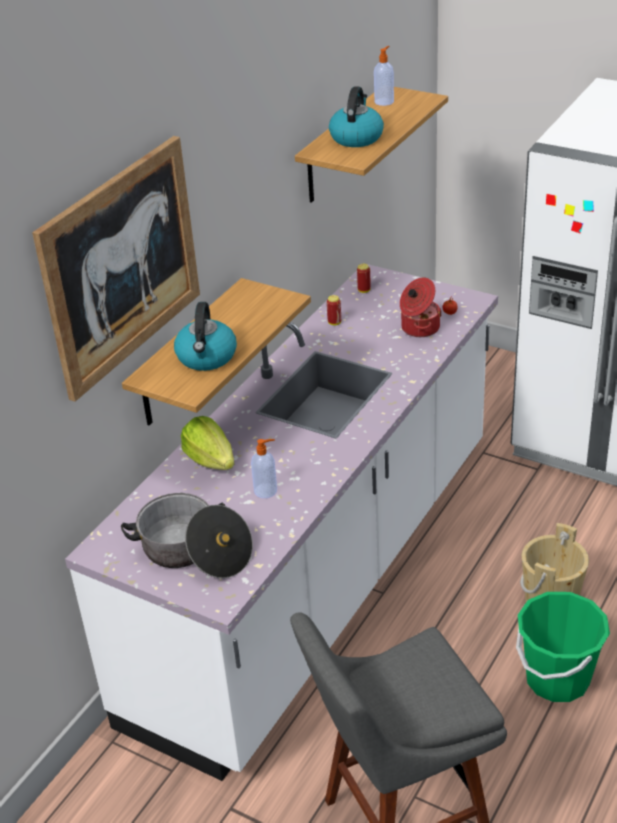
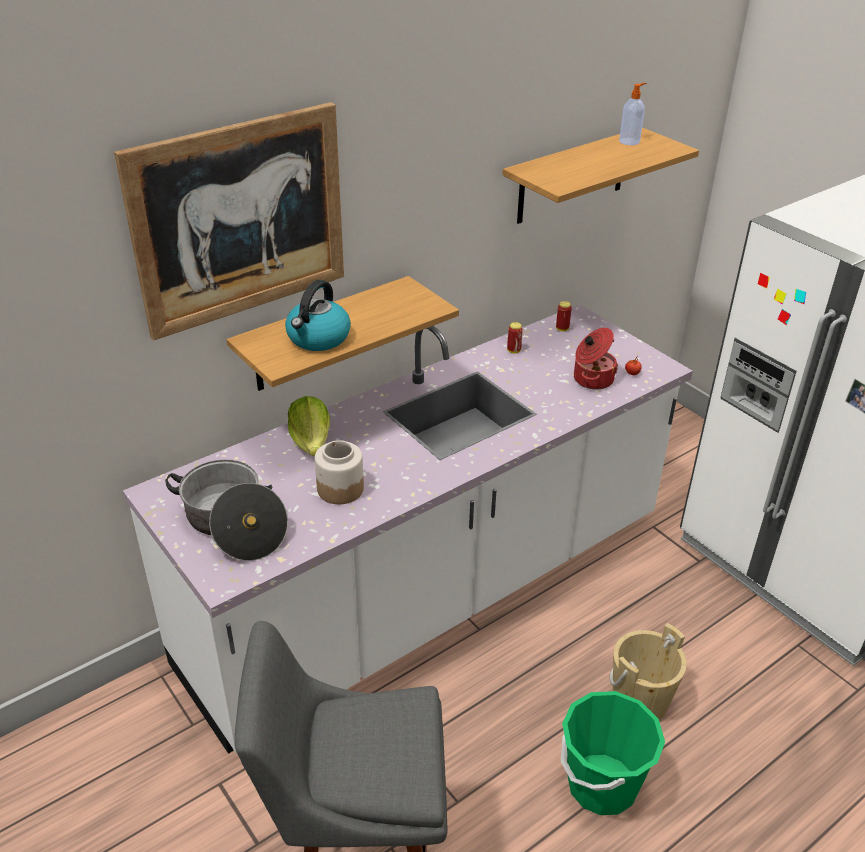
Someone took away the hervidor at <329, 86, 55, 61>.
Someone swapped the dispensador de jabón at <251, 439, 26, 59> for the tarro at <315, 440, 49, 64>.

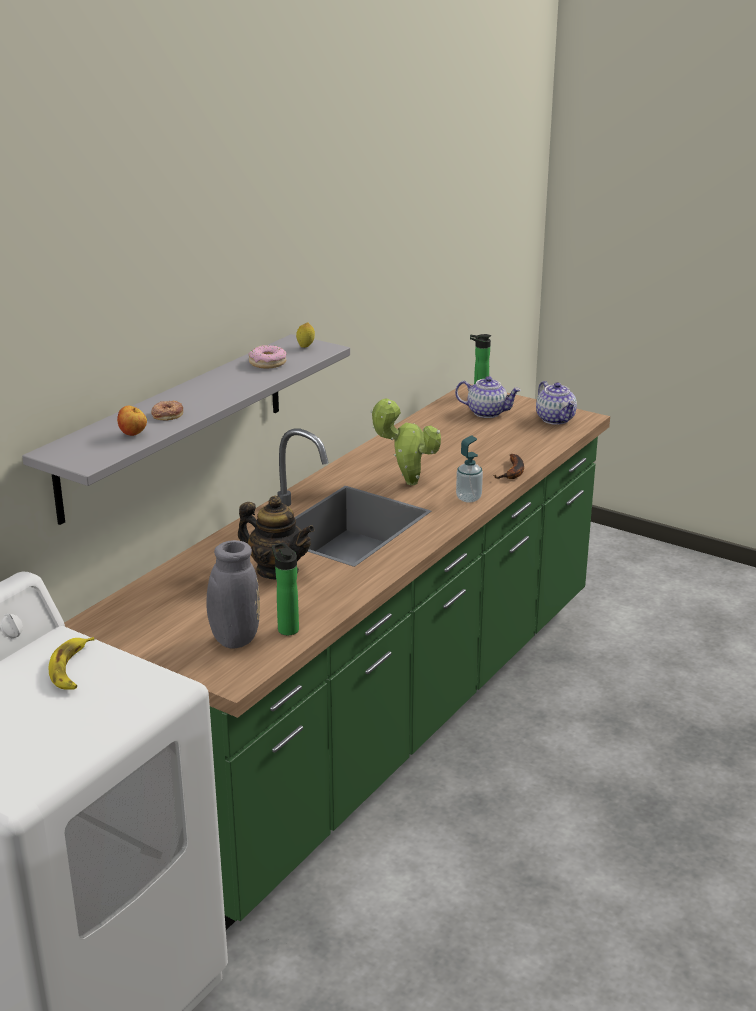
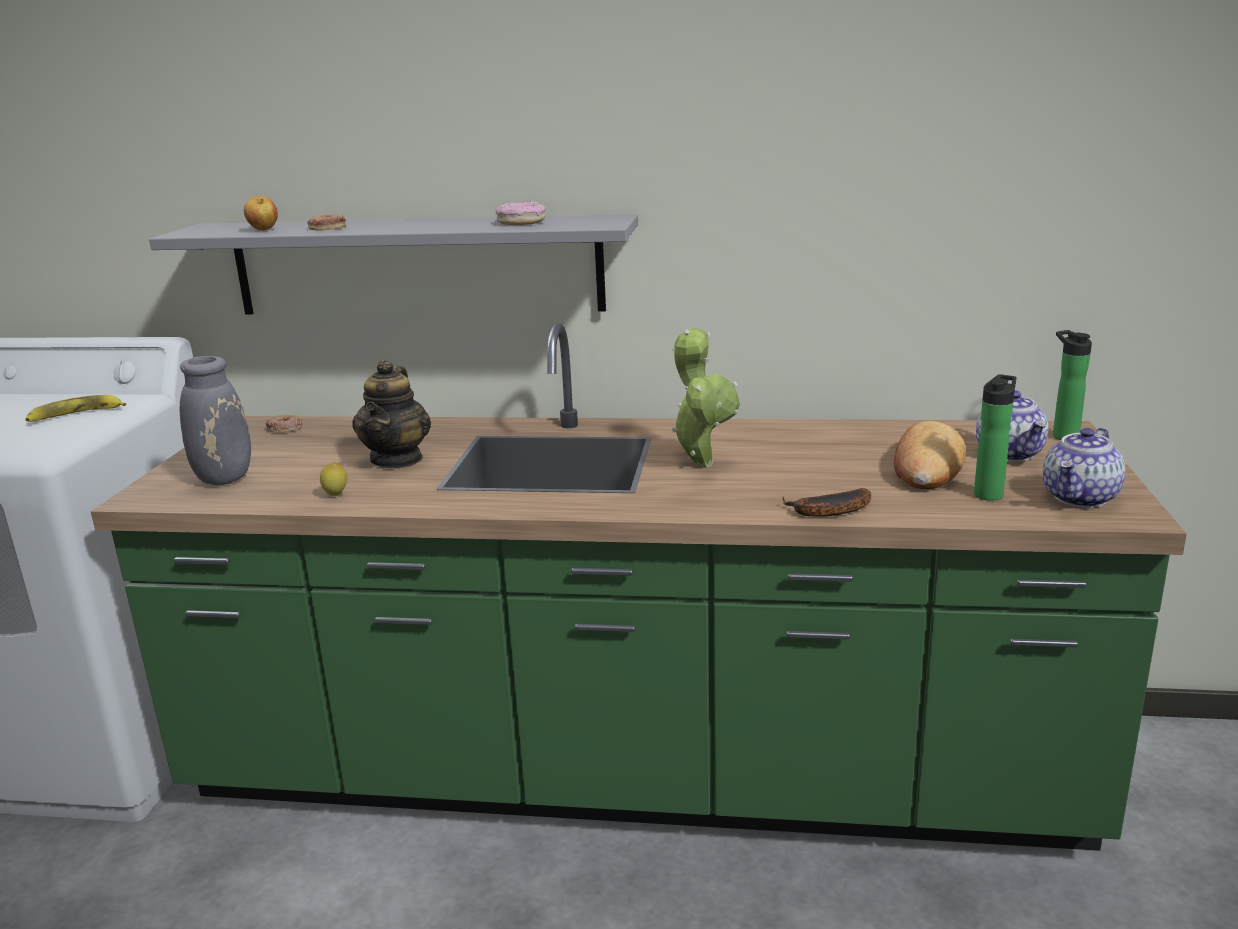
Someone carried the limón from <296, 322, 19, 26> to <320, 462, 27, 34>.
Someone took away the dispensador de jabón at <456, 435, 27, 68>.
Someone carried the botella from <272, 543, 27, 92> to <974, 374, 43, 127>.
Someone put down the rosquilla at <265, 415, 37, 18>.
Someone put down the pan at <894, 421, 72, 68>.

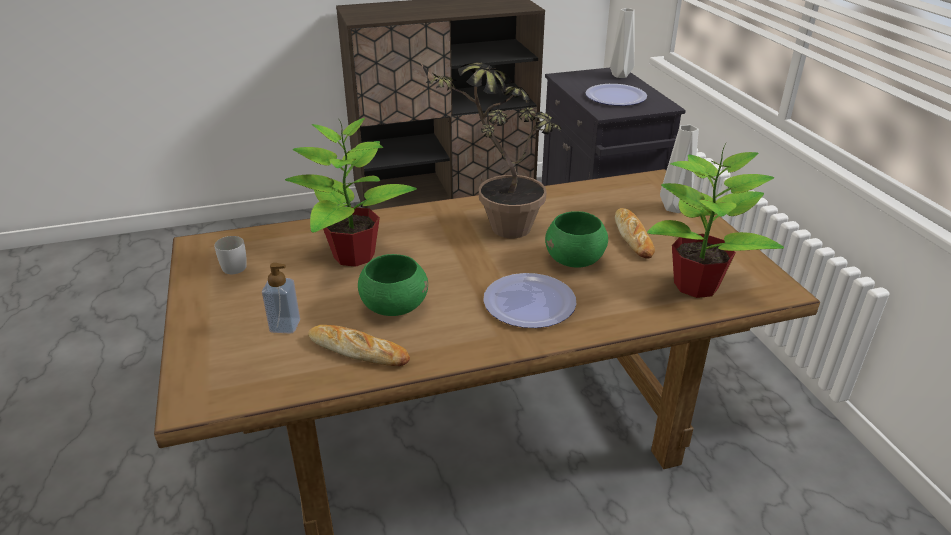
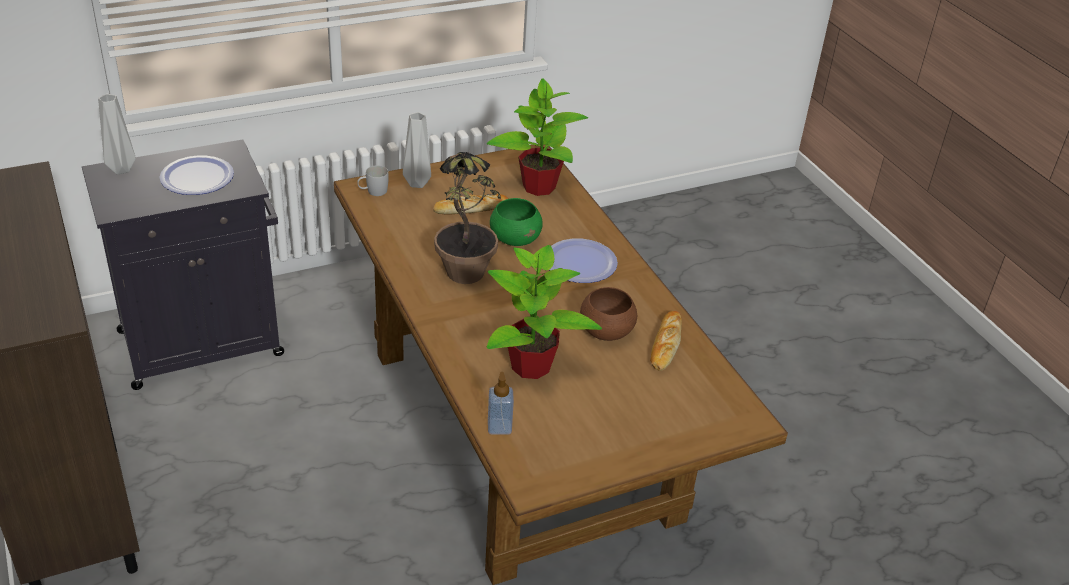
Someone carried the taza grande/blanco from <214, 236, 33, 38> to <357, 165, 32, 31>.
Someone repainted the cuenco/verde at <358, 254, 70, 62>, which became the cuenco/marrón at <580, 287, 57, 54>.
Someone carried the dispensador de jabón from <262, 263, 38, 71> to <488, 372, 26, 63>.

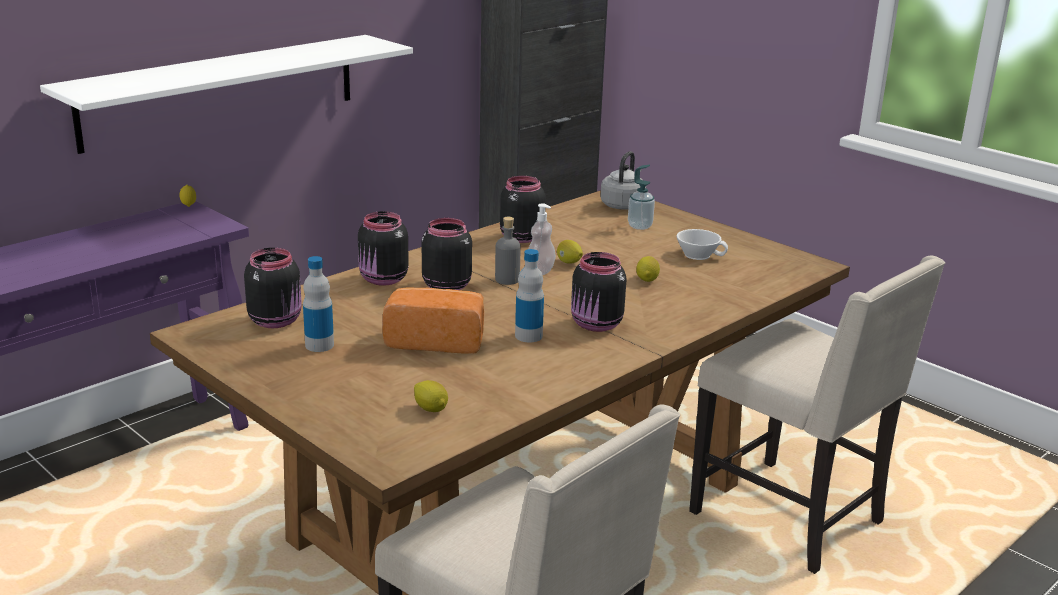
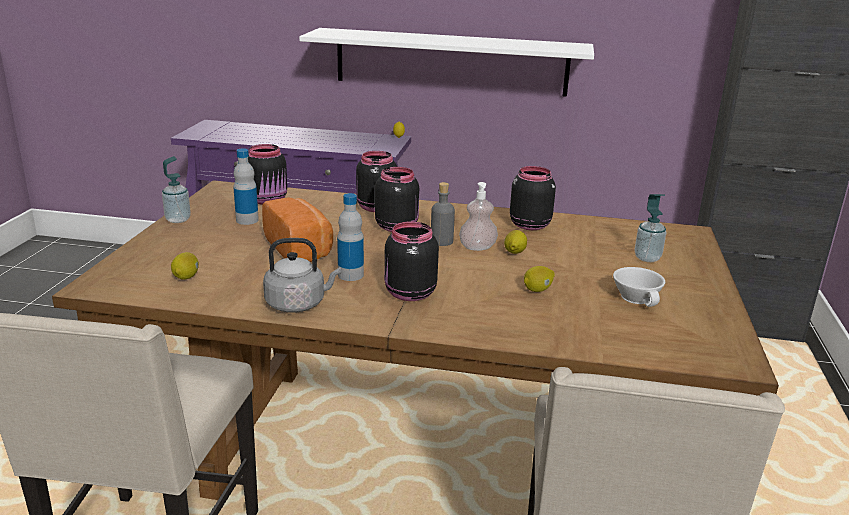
Someone carried the hervidor/gris from <600, 151, 46, 59> to <263, 238, 78, 75>.
Someone put down the dispensador de jabón at <162, 156, 29, 67>.

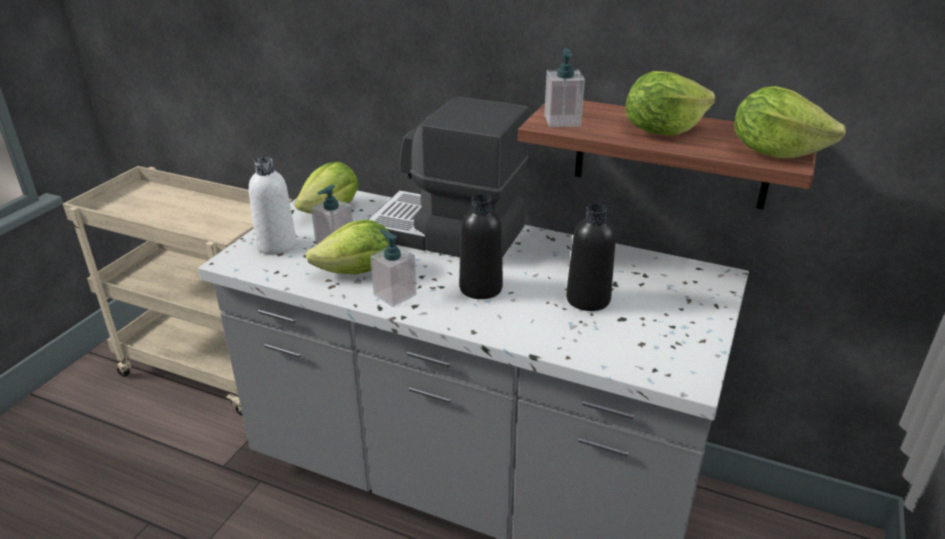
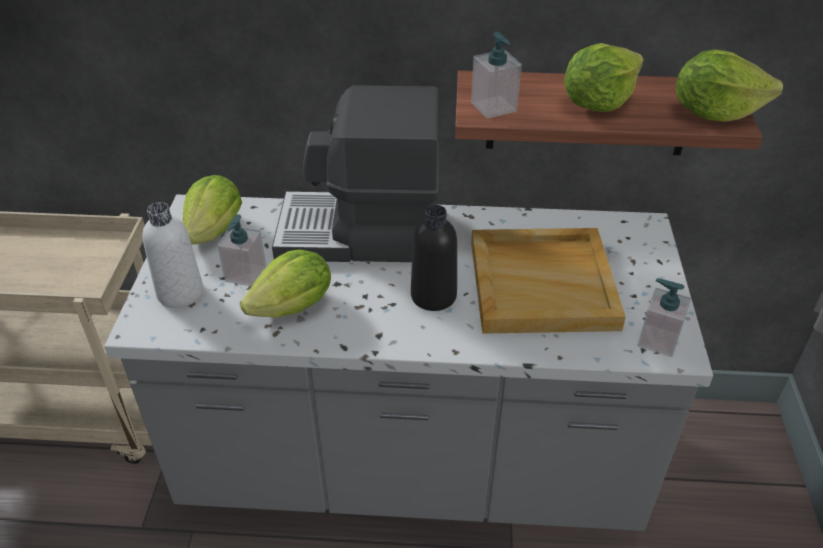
Someone swapped the botella/negro at <566, 203, 49, 108> for the bandeja/beis at <471, 228, 155, 106>.
Someone carried the dispensador de jabón from <370, 229, 47, 78> to <638, 278, 53, 79>.

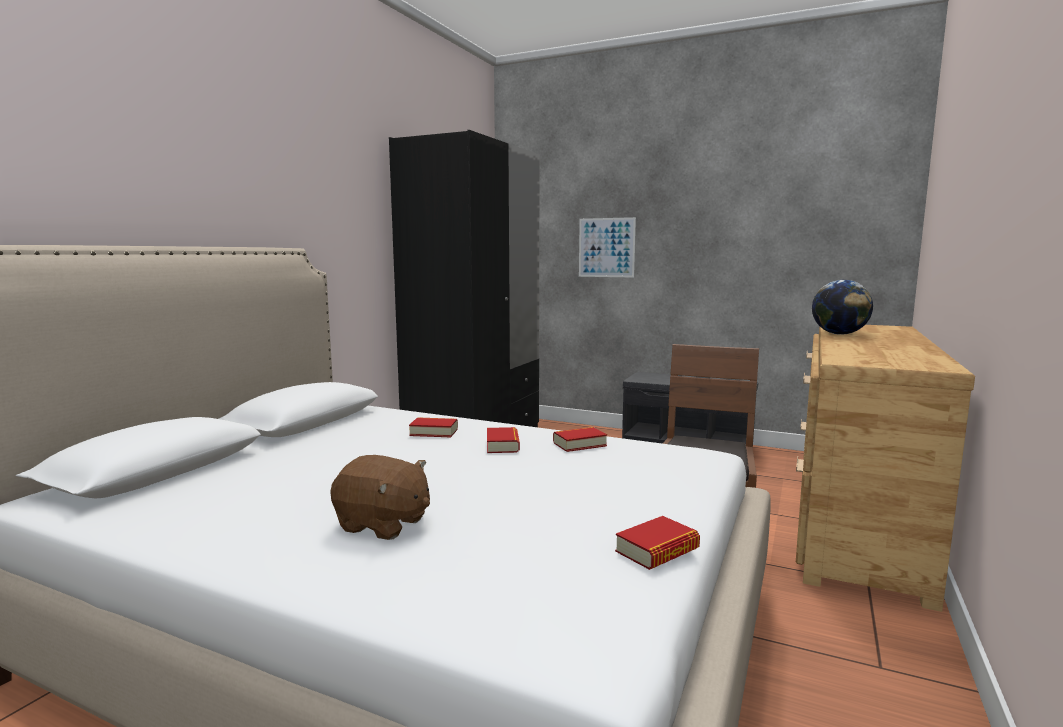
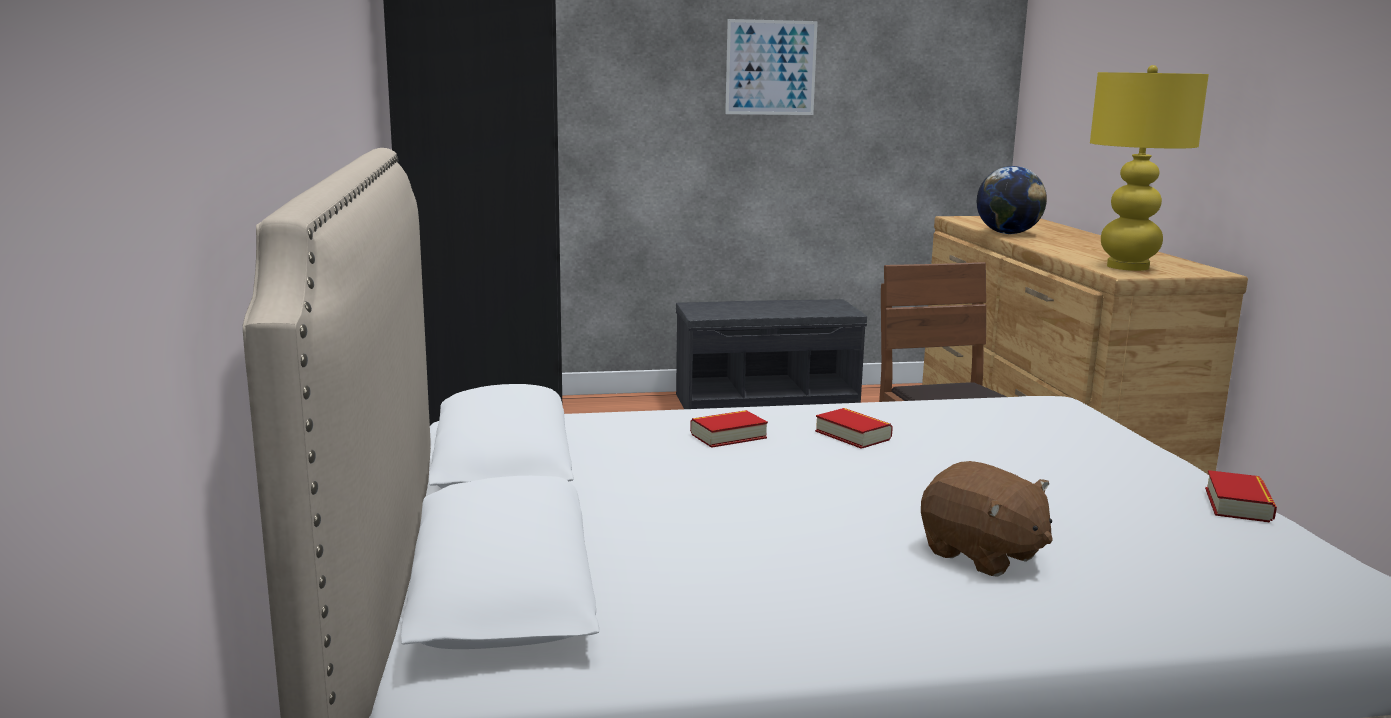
Someone carried the cuadro from <579, 217, 57, 61> to <725, 19, 93, 96>.
Someone took away the libro at <553, 427, 54, 25>.
Someone rotated the peluche/marrón at <330, 455, 100, 85> by 60 degrees clockwise.
Someone put down the lámpara de mesa/amarillo at <1090, 65, 119, 206>.

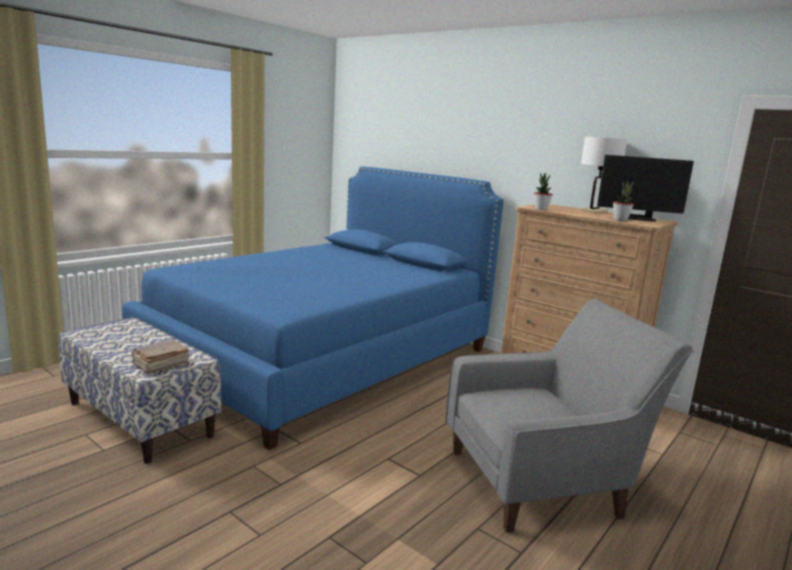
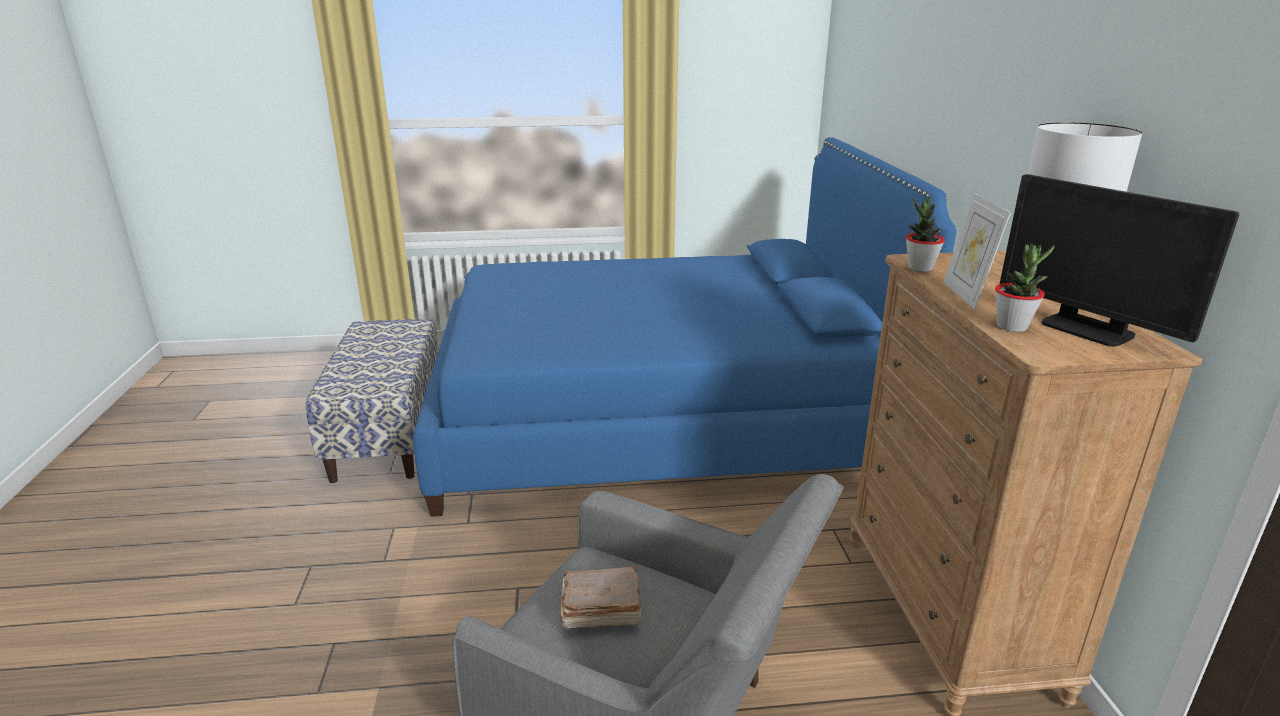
Someone carried the libro/marrón from <132, 340, 57, 34> to <560, 567, 81, 62>.
Someone put down the portarretratos at <943, 193, 68, 116>.

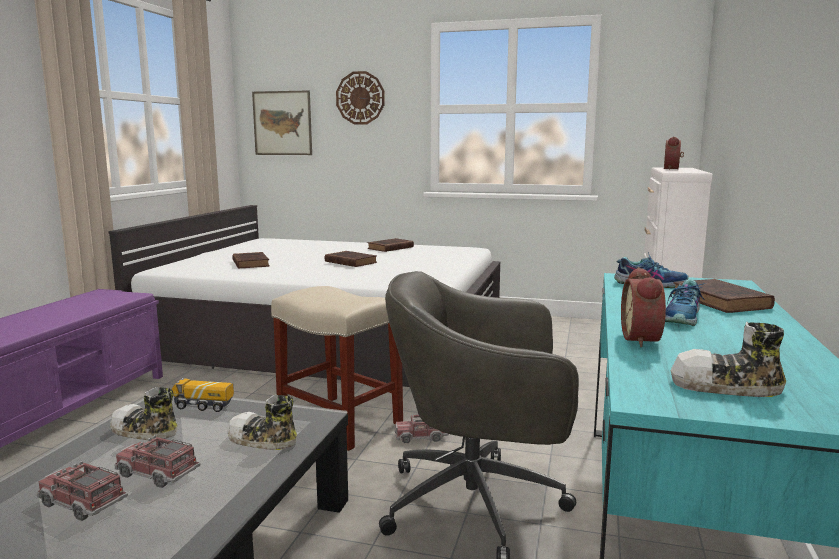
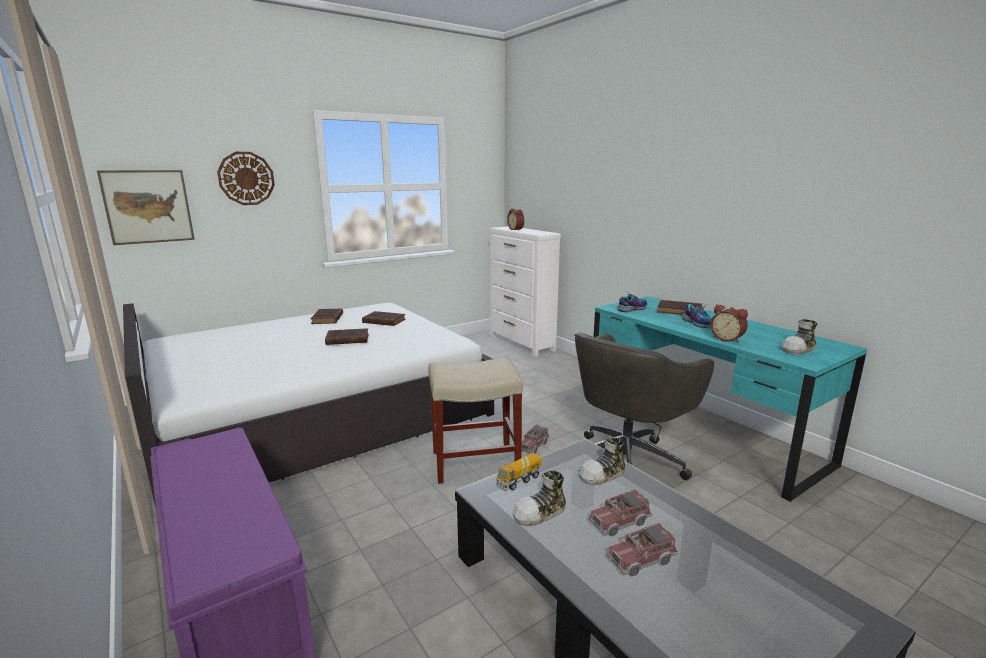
Someone carried the libro/marrón from <232, 252, 38, 17> to <362, 311, 43, 15>.

